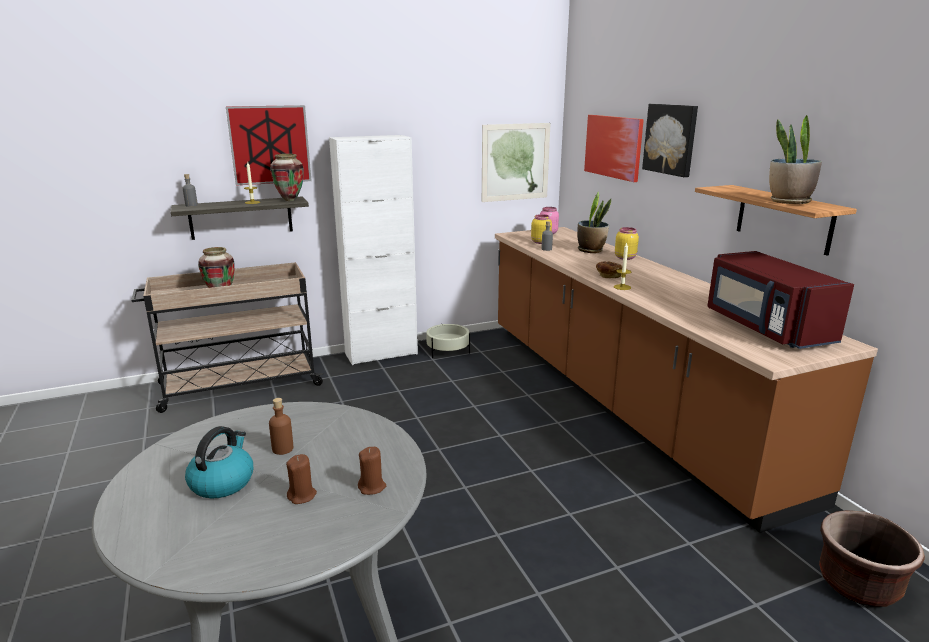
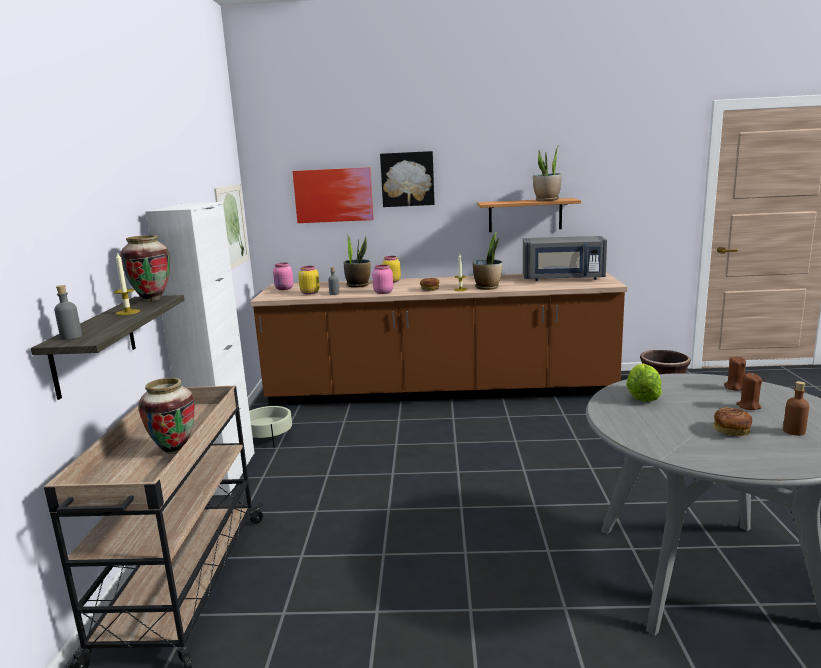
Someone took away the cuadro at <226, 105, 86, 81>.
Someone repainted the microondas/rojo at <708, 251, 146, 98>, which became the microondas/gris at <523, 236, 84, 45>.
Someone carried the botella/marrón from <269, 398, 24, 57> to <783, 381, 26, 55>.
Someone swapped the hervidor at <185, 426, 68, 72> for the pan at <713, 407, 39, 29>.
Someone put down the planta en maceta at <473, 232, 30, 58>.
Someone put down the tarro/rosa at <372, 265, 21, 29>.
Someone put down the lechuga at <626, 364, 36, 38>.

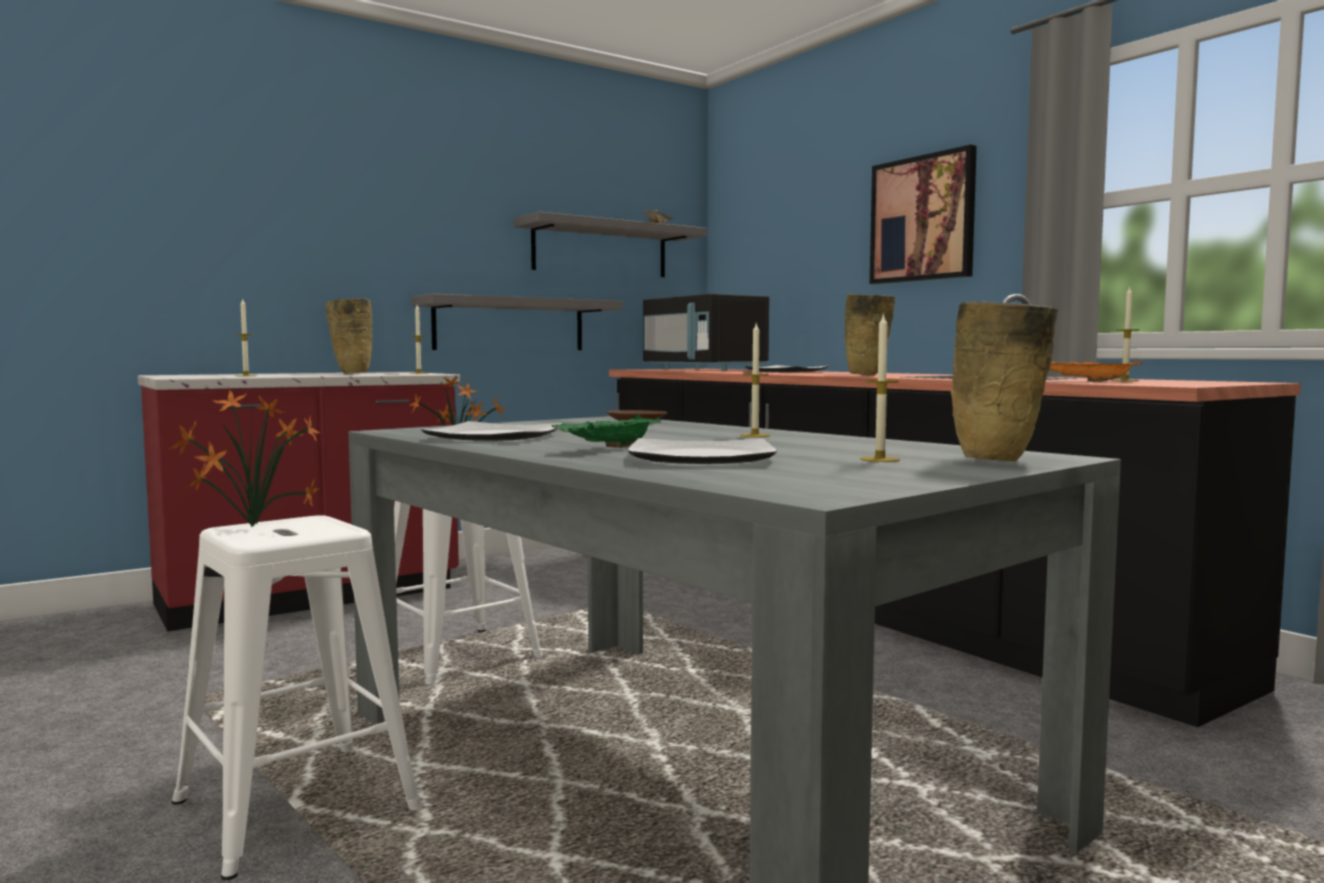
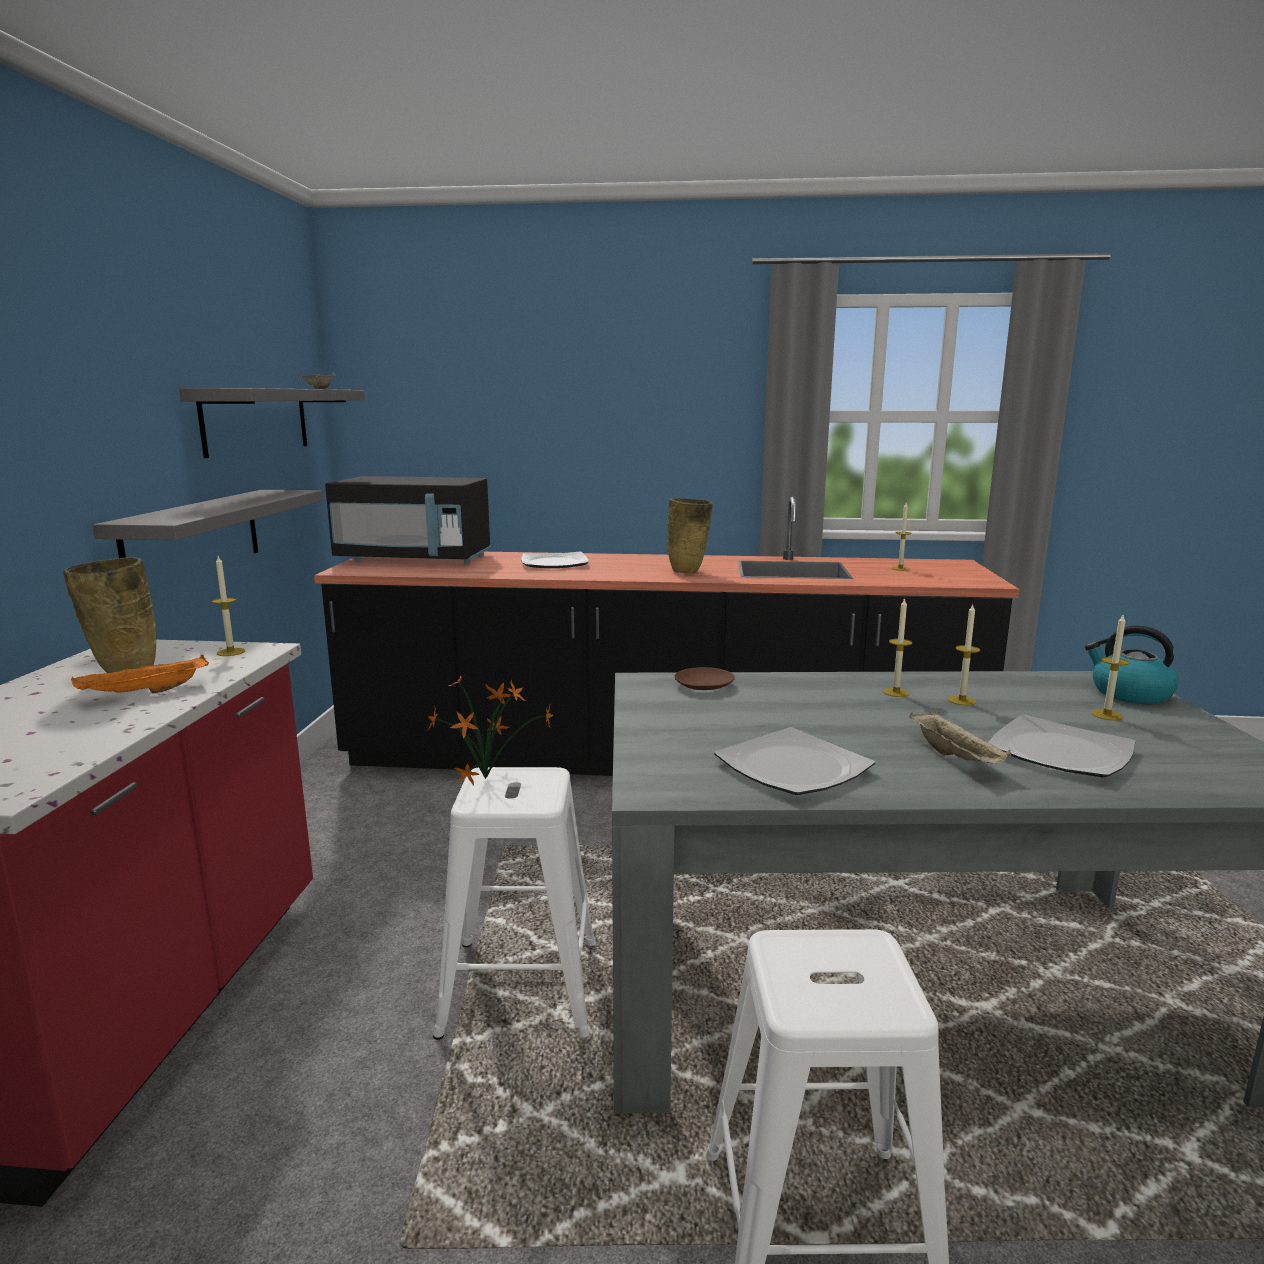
Someone took away the cuadro at <870, 145, 107, 139>.
Someone carried the vela from <235, 299, 22, 77> to <948, 605, 32, 100>.
Someone swapped the florero/beis at <951, 301, 107, 160> for the hervidor at <1085, 625, 93, 79>.
Someone carried the bandeja/naranja from <1049, 360, 94, 22> to <71, 655, 138, 38>.
Someone took away the planta en maceta at <169, 390, 151, 137>.
Someone repainted the bandeja/verde at <552, 414, 109, 34>, which became the bandeja/beis at <909, 712, 102, 51>.

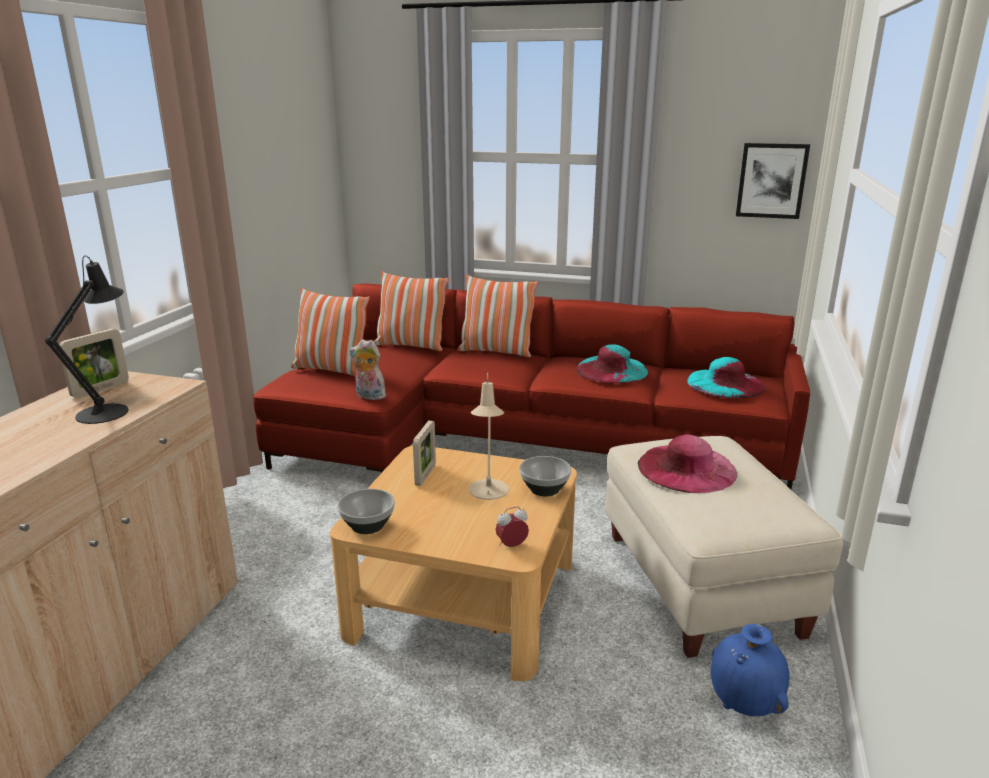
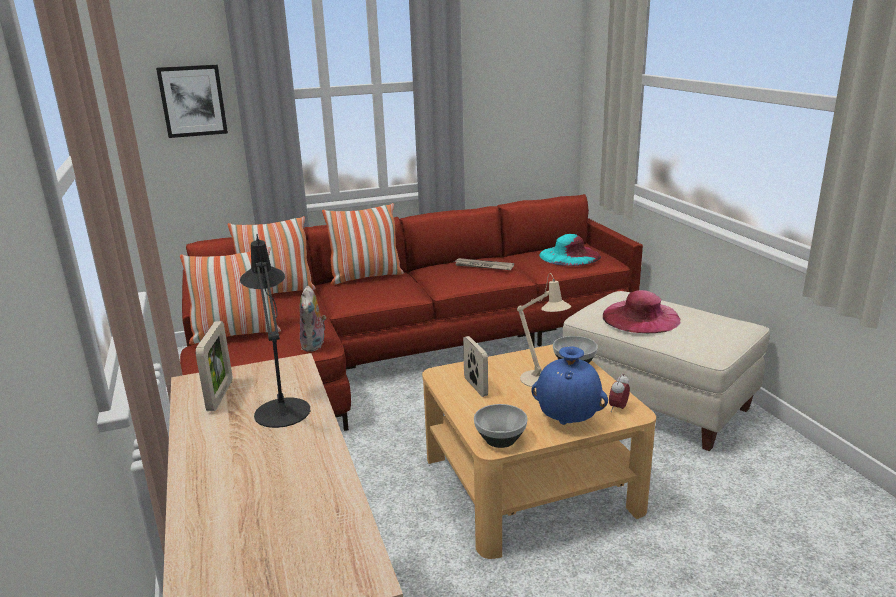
Someone carried the cuadro from <736, 143, 74, 76> to <156, 65, 72, 73>.
Someone rotated the peluche at <349, 339, 37, 61> by 75 degrees counterclockwise.
Someone swapped the sombrero/turquesa at <577, 344, 71, 39> for the periódico at <454, 258, 60, 12>.
Someone carried the florero/azul from <711, 624, 78, 92> to <531, 346, 77, 79>.

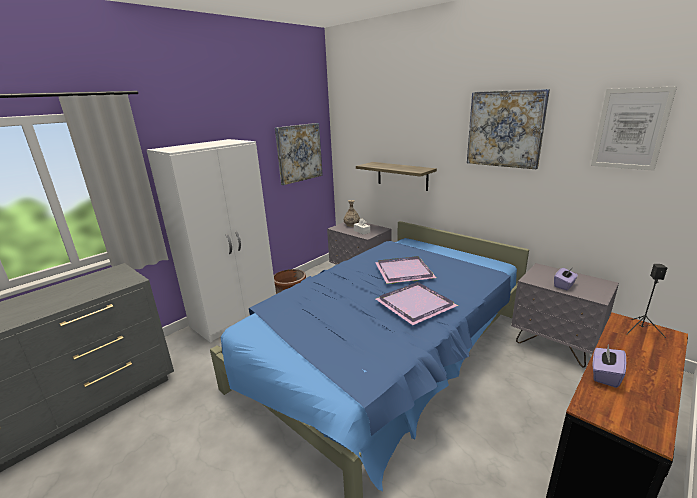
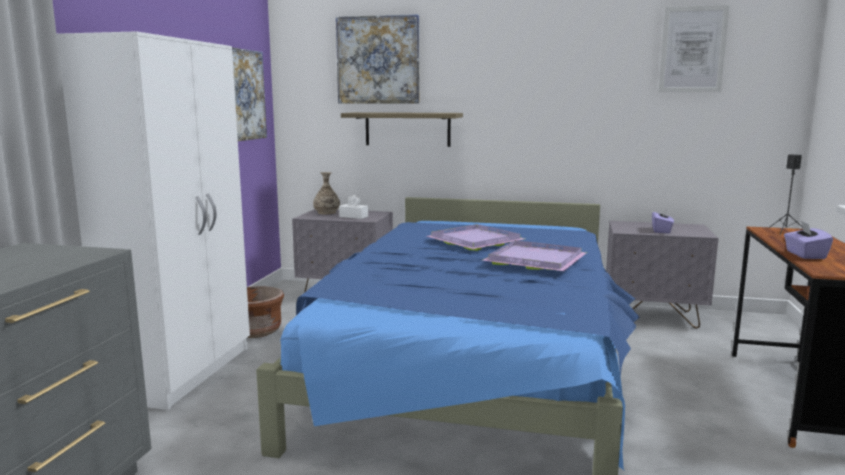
Someone carried the cuadro from <467, 89, 83, 80> to <336, 14, 84, 90>.

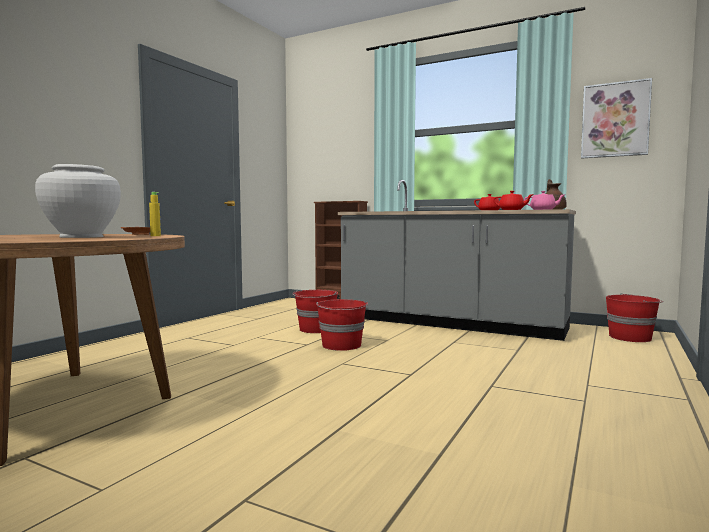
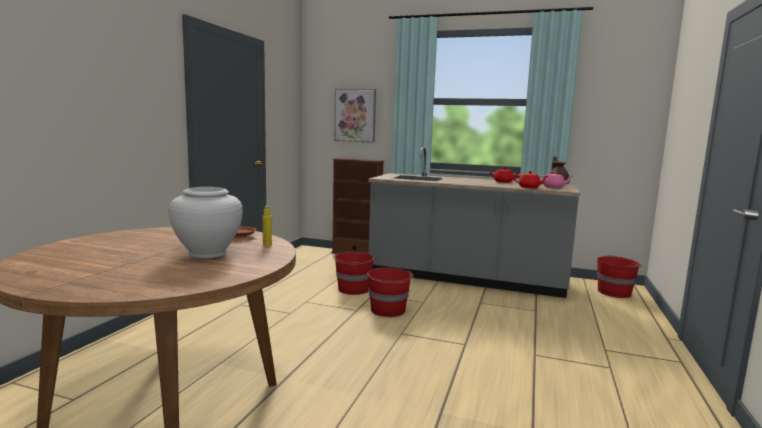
Someone carried the cuadro from <581, 78, 71, 81> to <334, 89, 42, 54>.

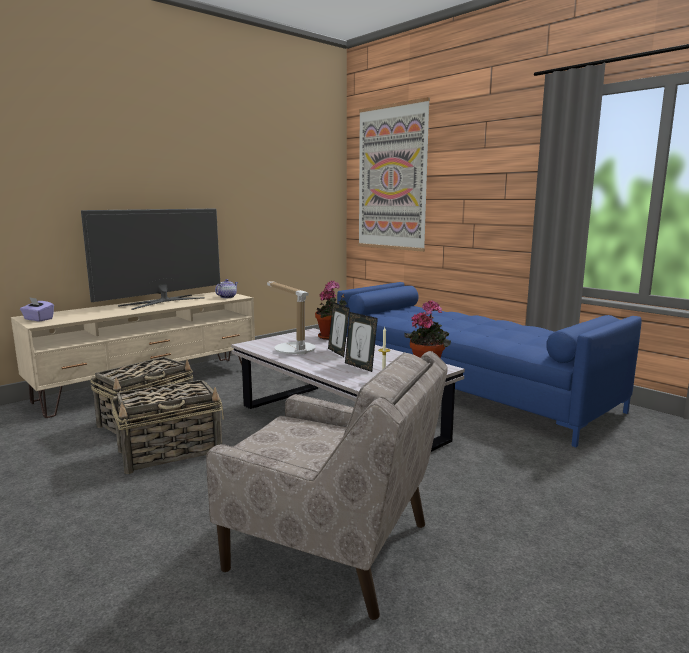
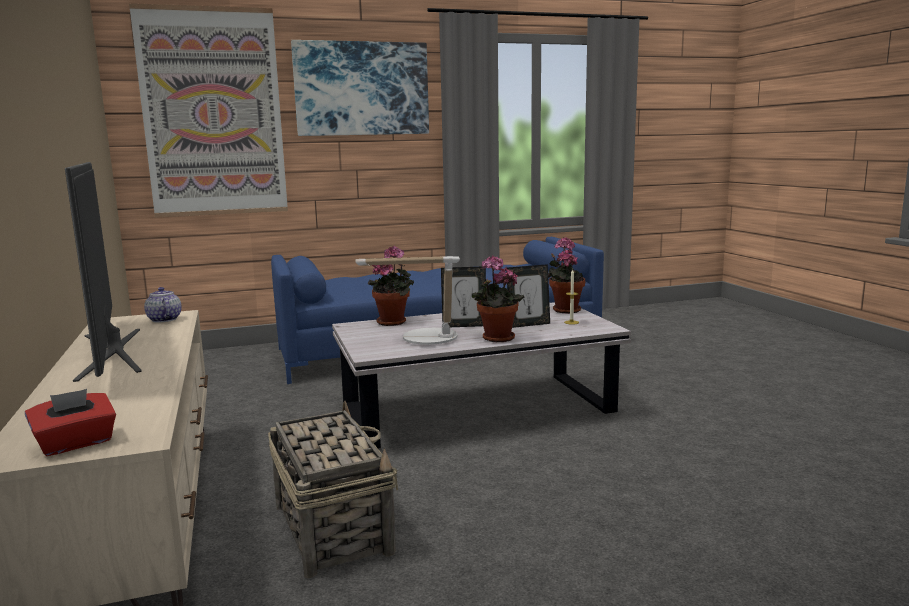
Someone repainted the caja de pañuelos/morado at <20, 297, 34, 24>, which became the caja de pañuelos/rojo at <25, 389, 91, 67>.
Someone took away the sillón/beis at <206, 351, 241, 269>.
Someone took away the cesta at <112, 380, 112, 94>.
Someone put up the cuadro at <291, 40, 138, 96>.
Someone put down the planta en maceta at <472, 256, 53, 86>.

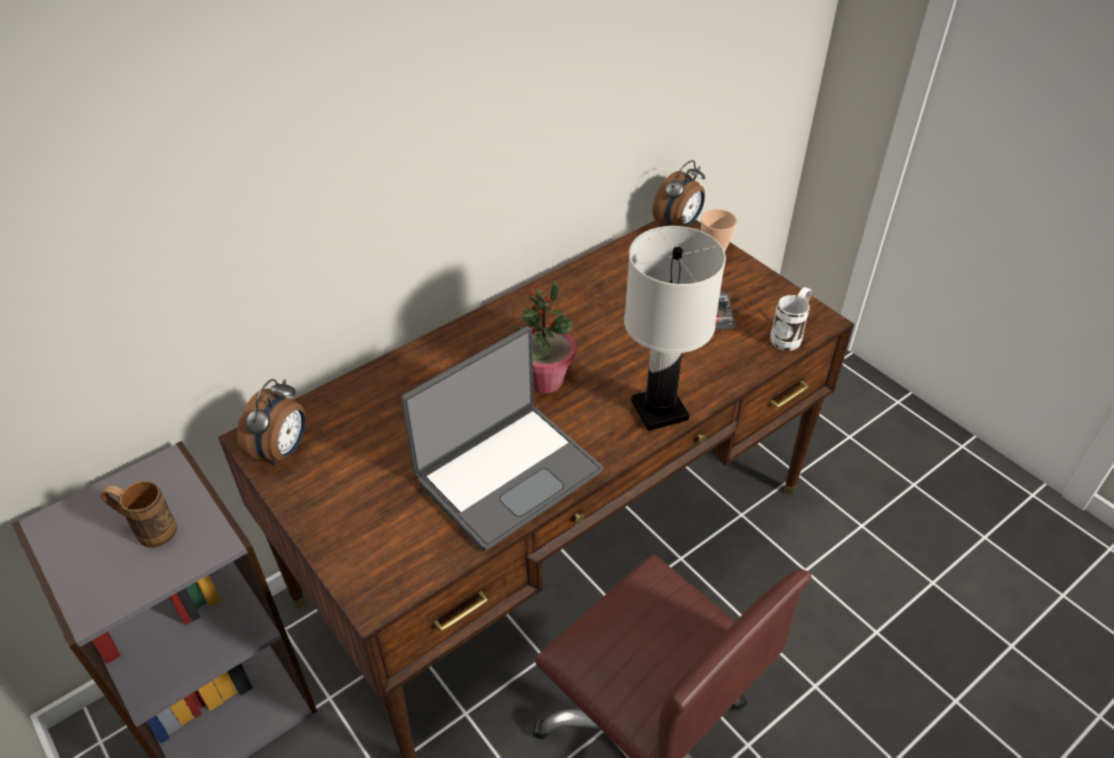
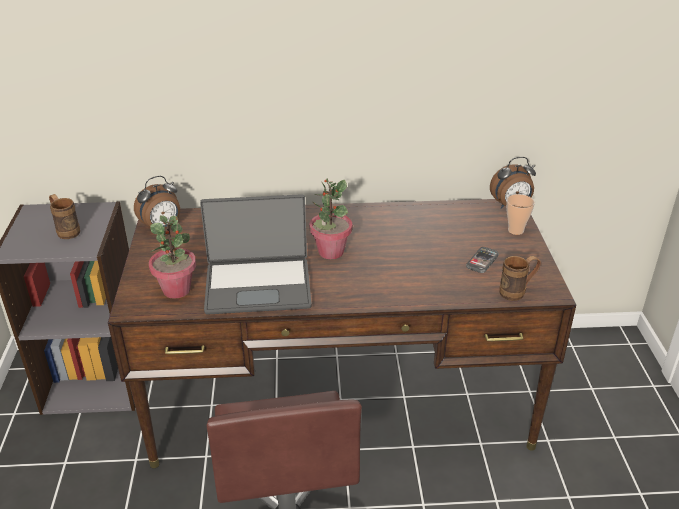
Someone took away the lámpara de mesa/blanco at <624, 226, 102, 205>.
Someone repainted the taza grande/blanco at <770, 287, 41, 64>, which became the taza grande/marrón at <499, 256, 42, 45>.
Someone put down the planta en maceta at <149, 215, 47, 84>.

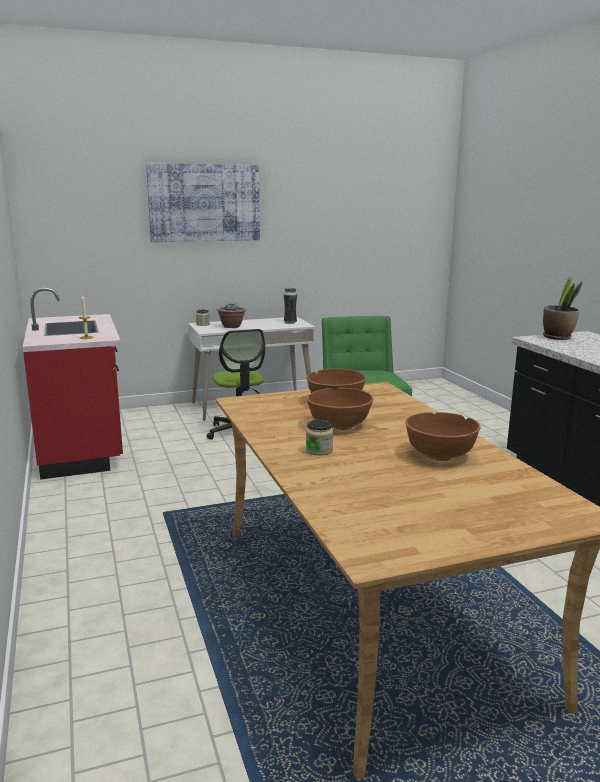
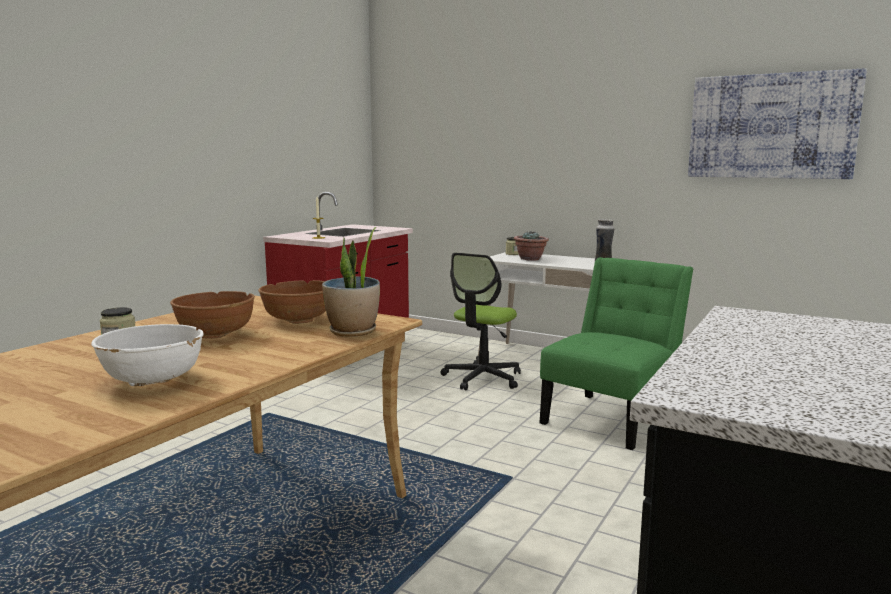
Someone carried the cuadro from <146, 163, 114, 79> to <688, 68, 179, 111>.
Someone carried the planta en maceta from <543, 275, 39, 65> to <322, 227, 58, 110>.
Someone repainted the cuenco/marrón at <405, 412, 75, 49>, which became the cuenco/blanco at <91, 324, 113, 62>.

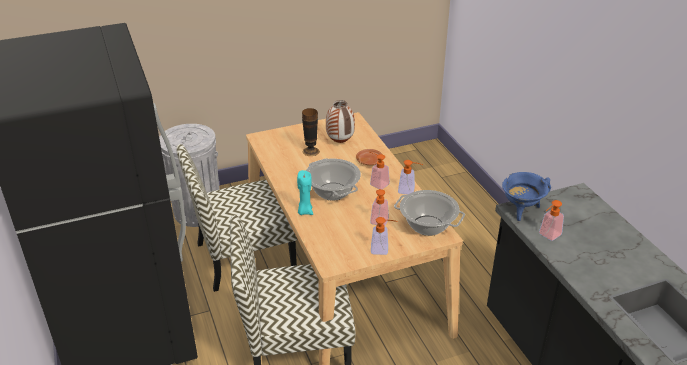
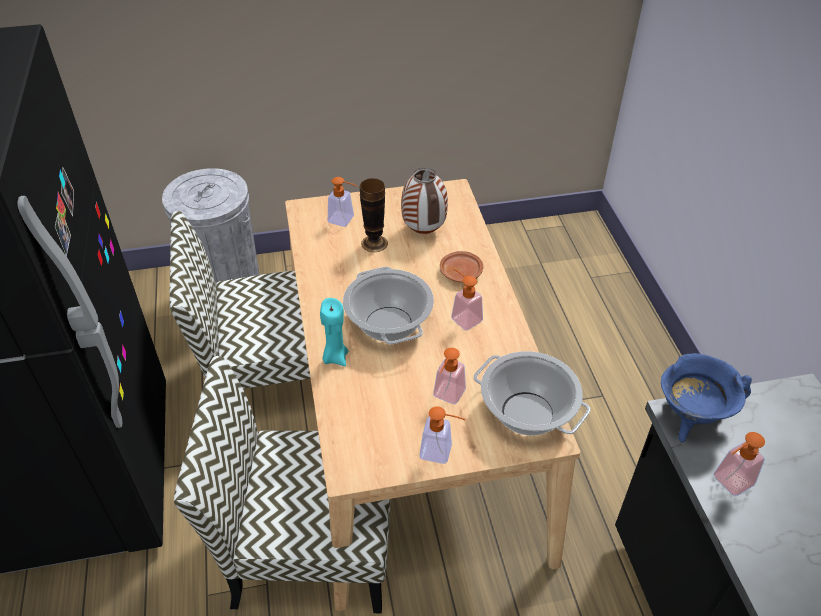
Someone carried the dispensador de jabón from <398, 160, 25, 35> to <328, 177, 29, 50>.

